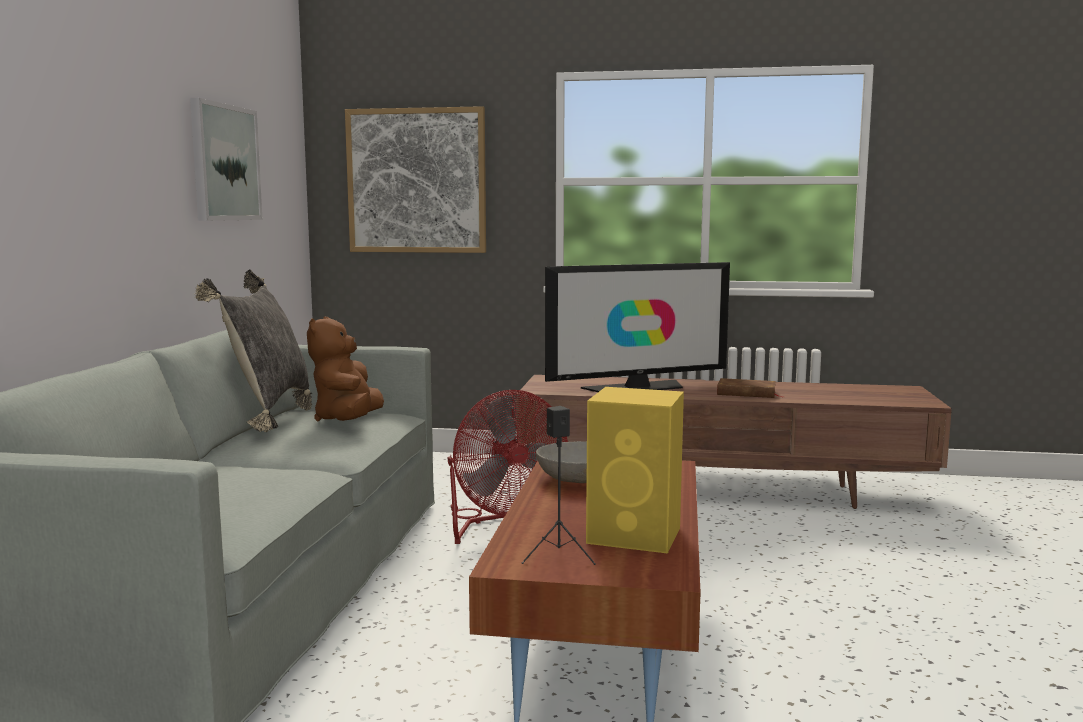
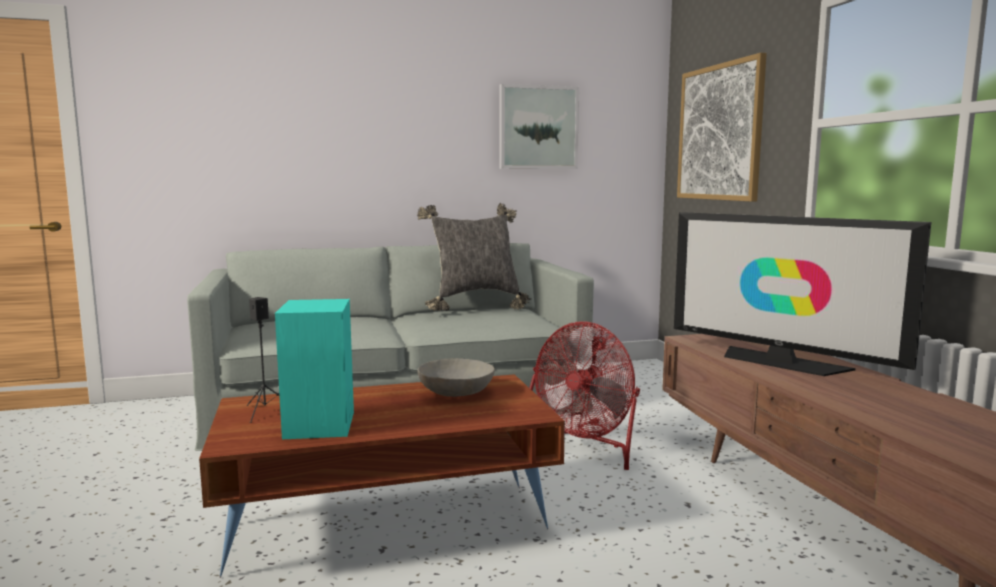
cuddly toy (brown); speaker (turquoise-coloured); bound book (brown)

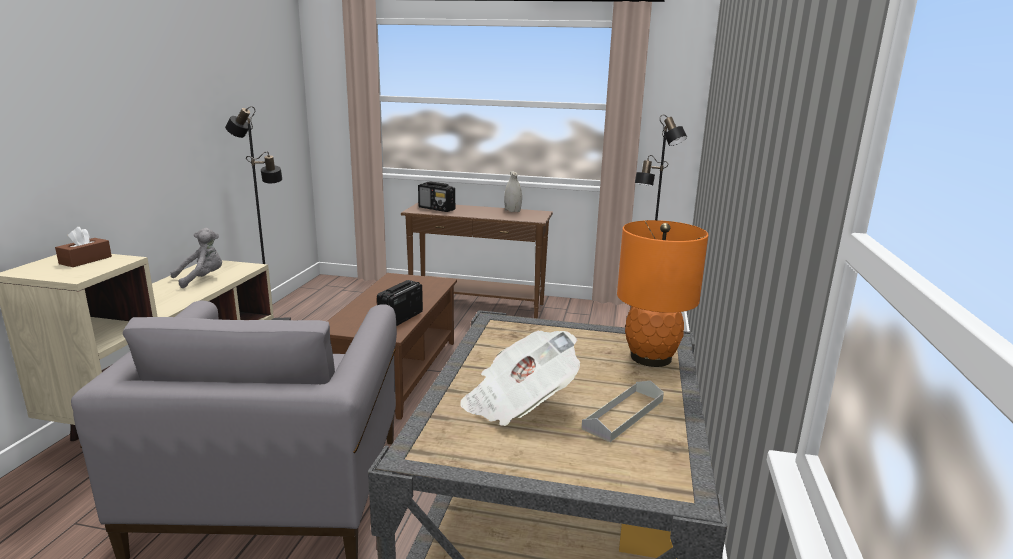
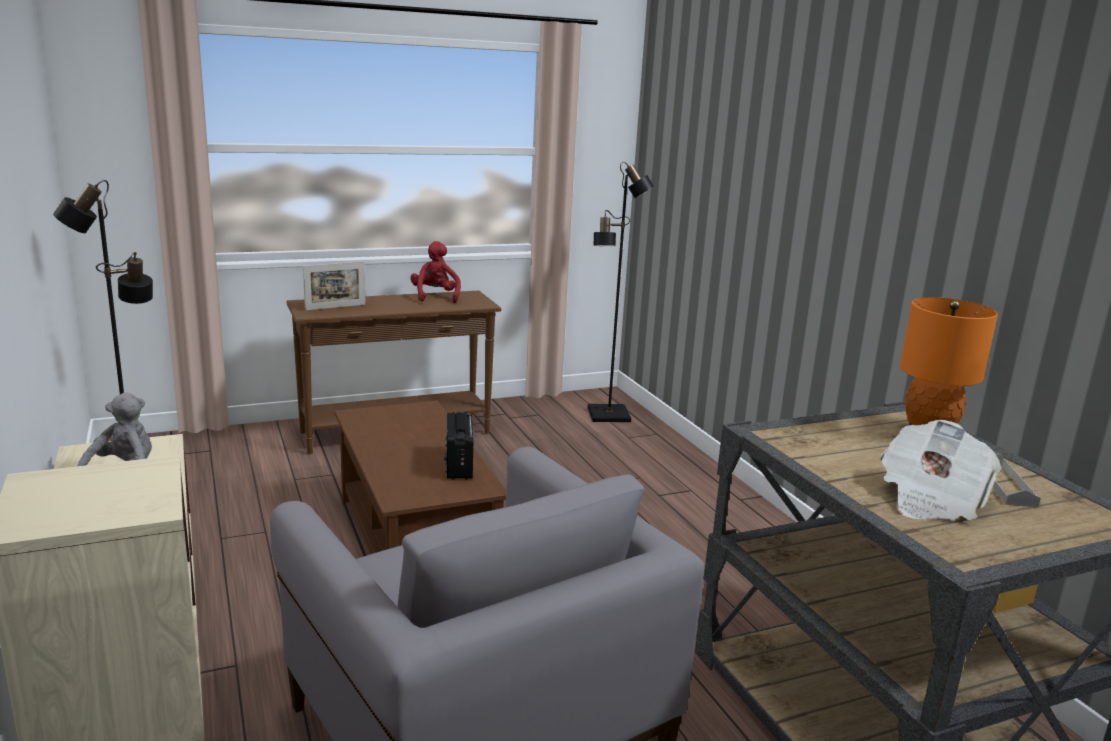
tissue box (brown); photo frame; cuddly toy (red-coloured)

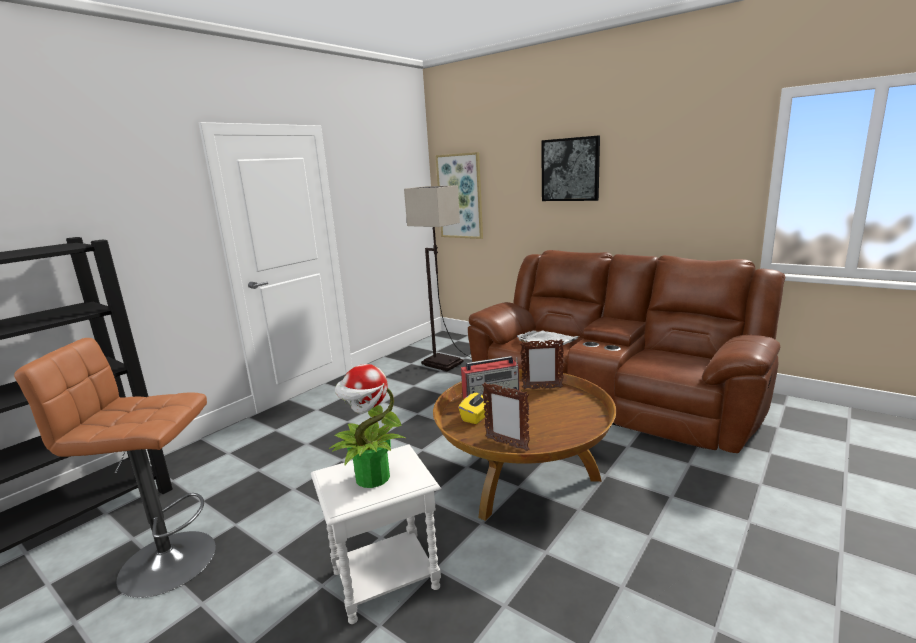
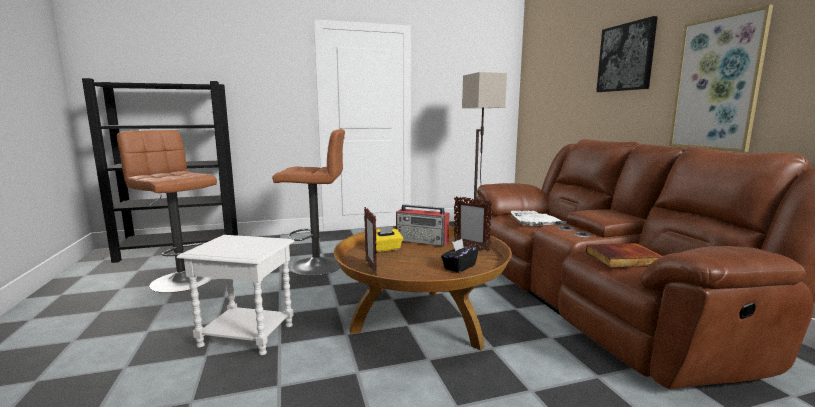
plant in a pot; picture (2nd from left); sitting stool (brown) (2nd from left); tissue box (blackish); bound book

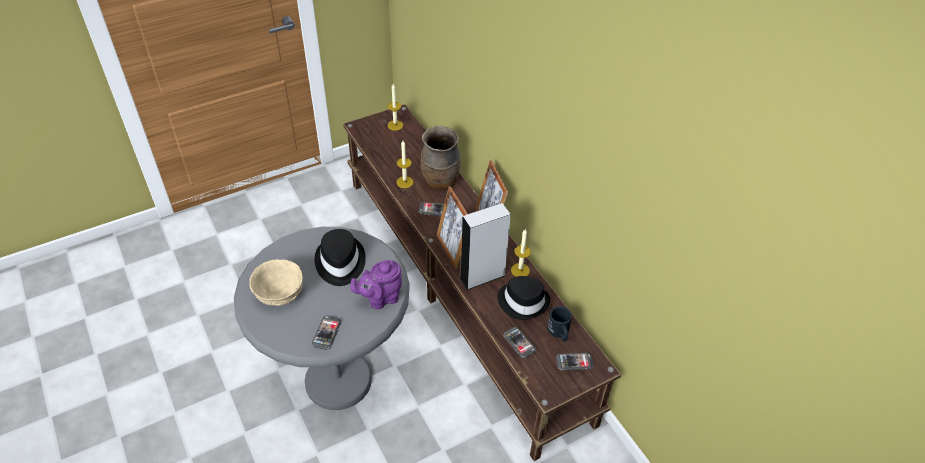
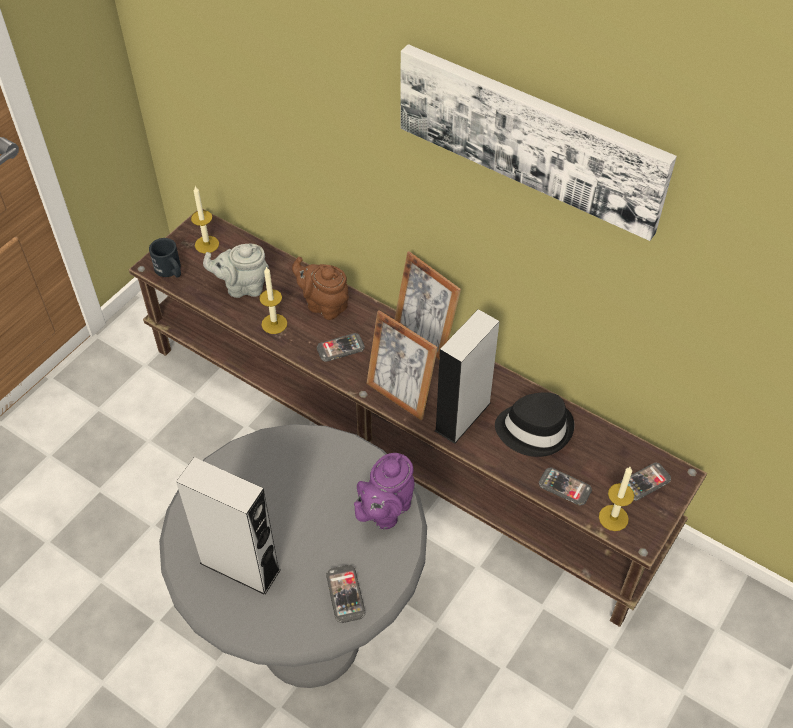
speaker (grey) (1st from left); hat (blackish) (1st from left in the first image); pot for tea (brown); candle (3rd from left); mug (blackish); pot for tea (grey); picture

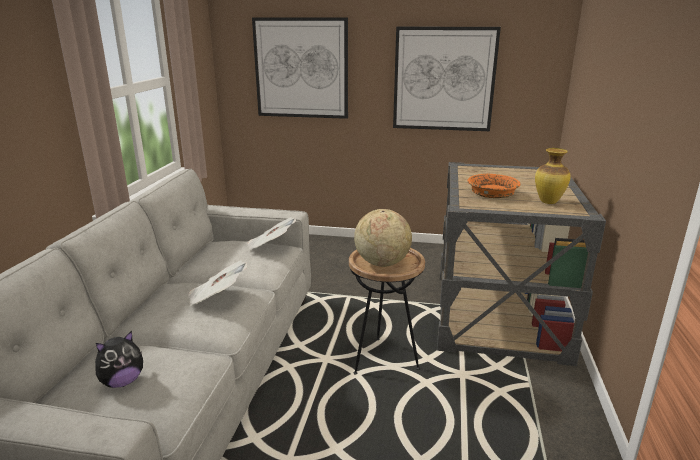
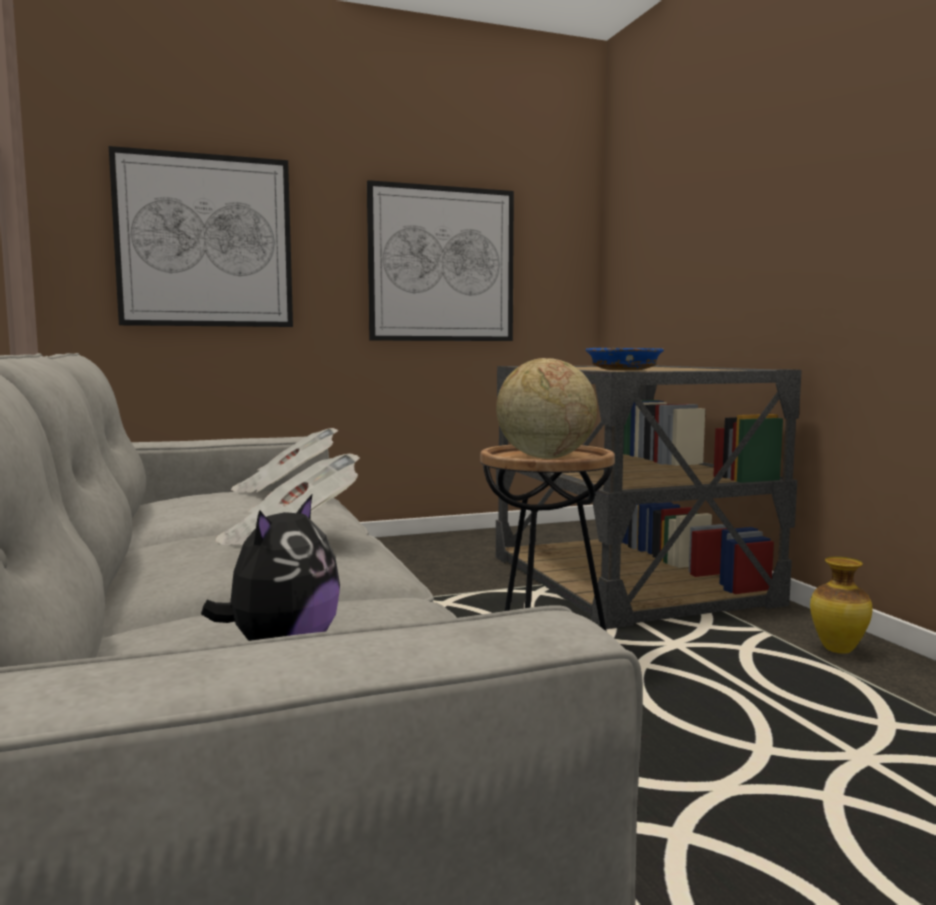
bowl (bluish); decorative vase

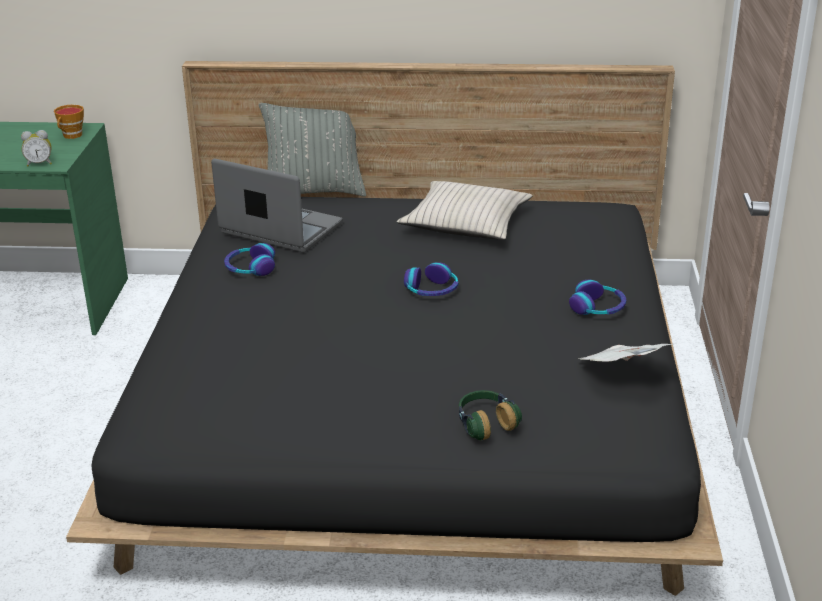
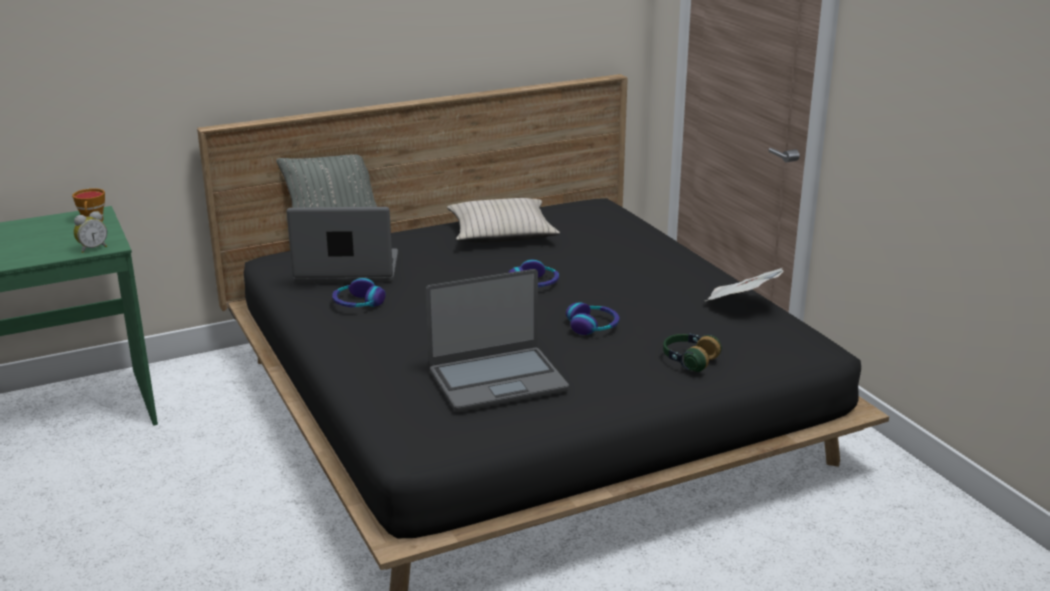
pair of headphones (3rd from left); portable computer (2nd from left)

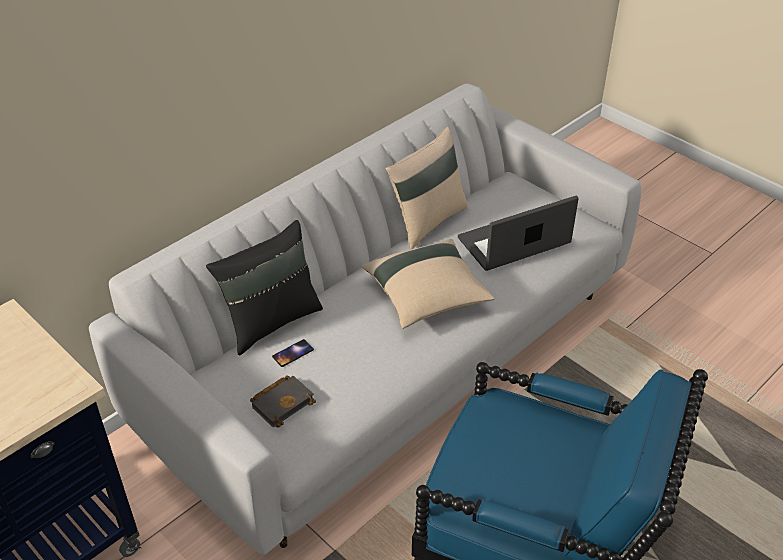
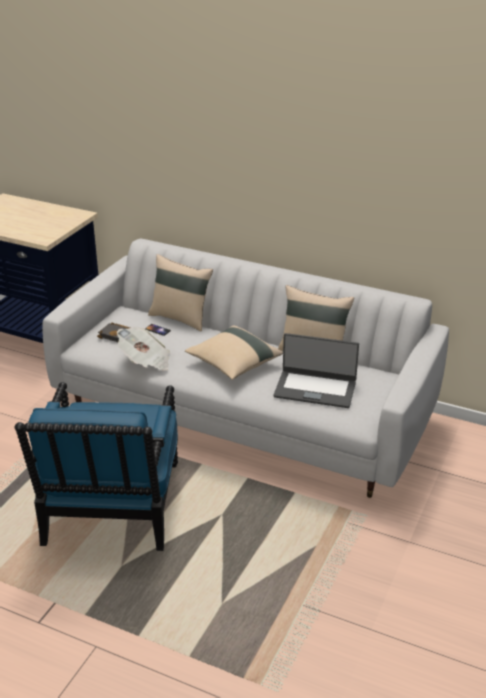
cushion (sand-coloured) (1st from left); portable computer; newspaper

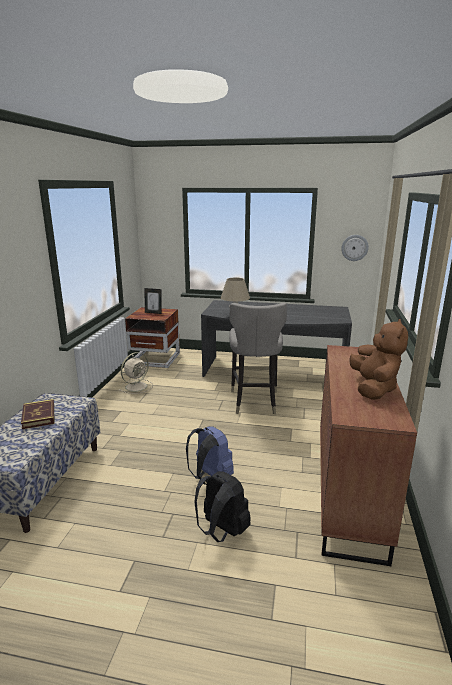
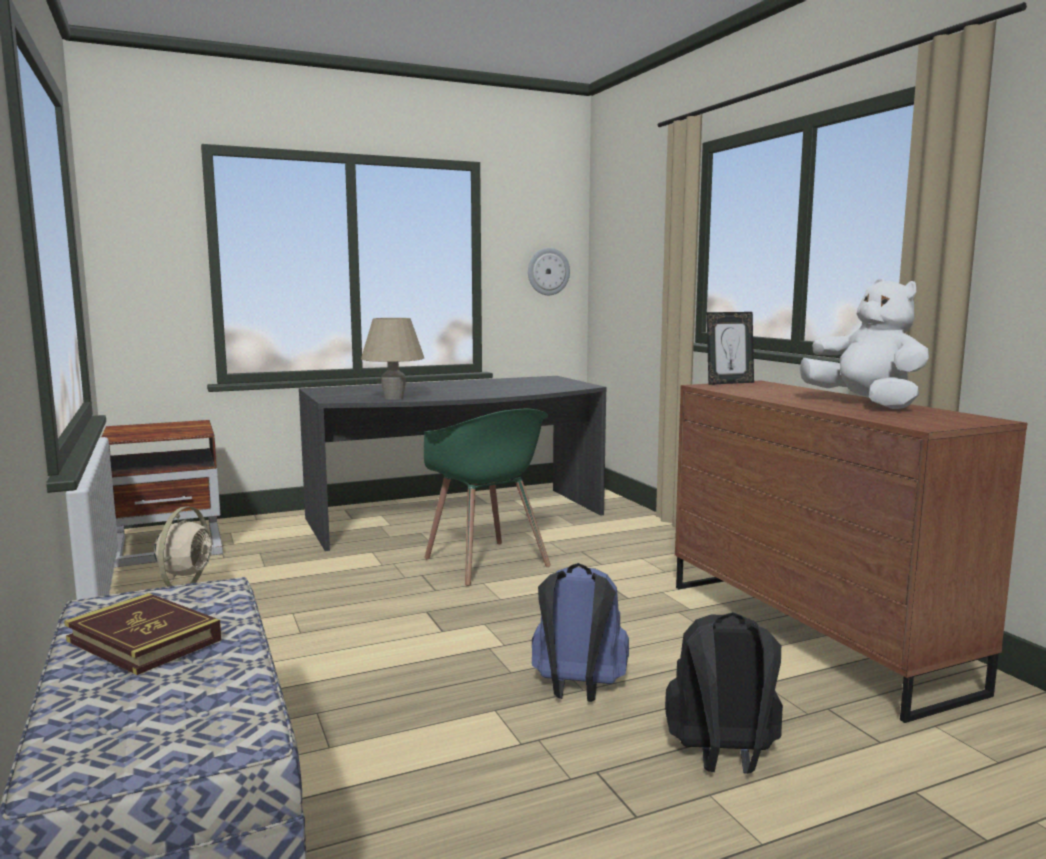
photo frame; plain chair (green-coloured); cuddly toy (white)

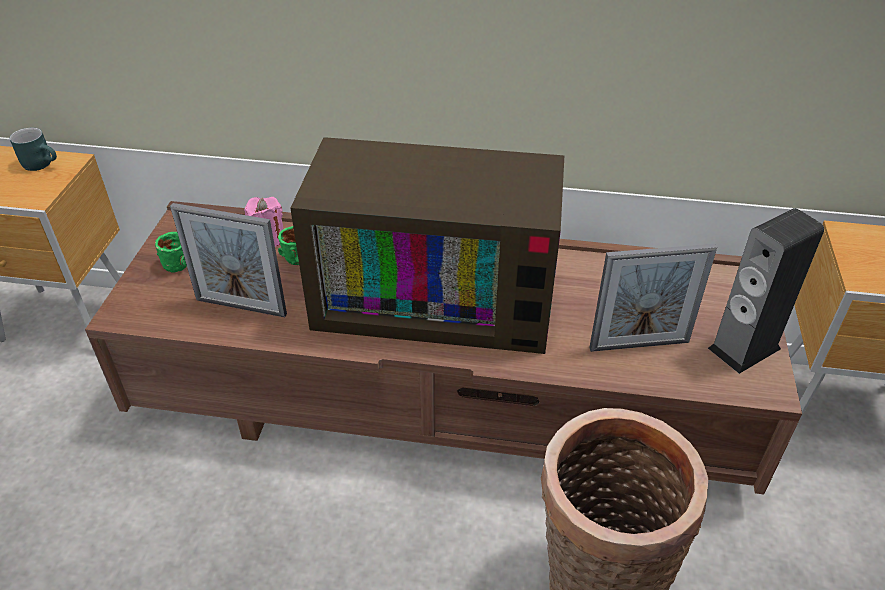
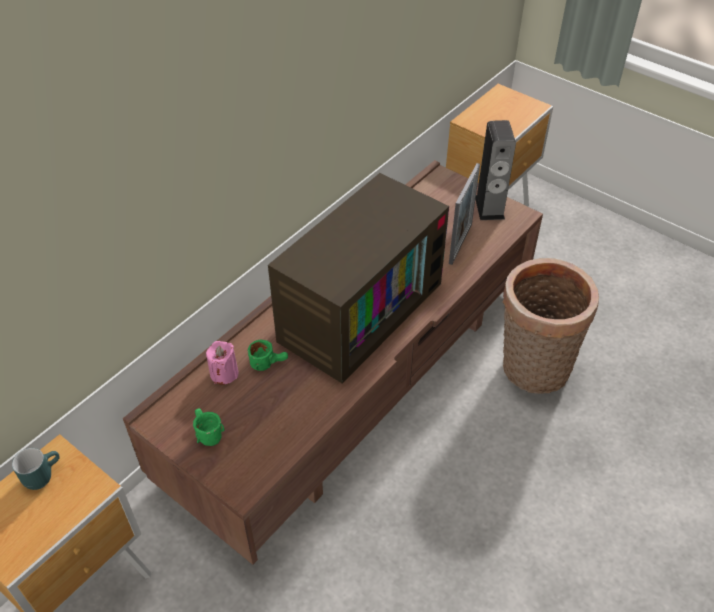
photo frame (1st from left in the first image)

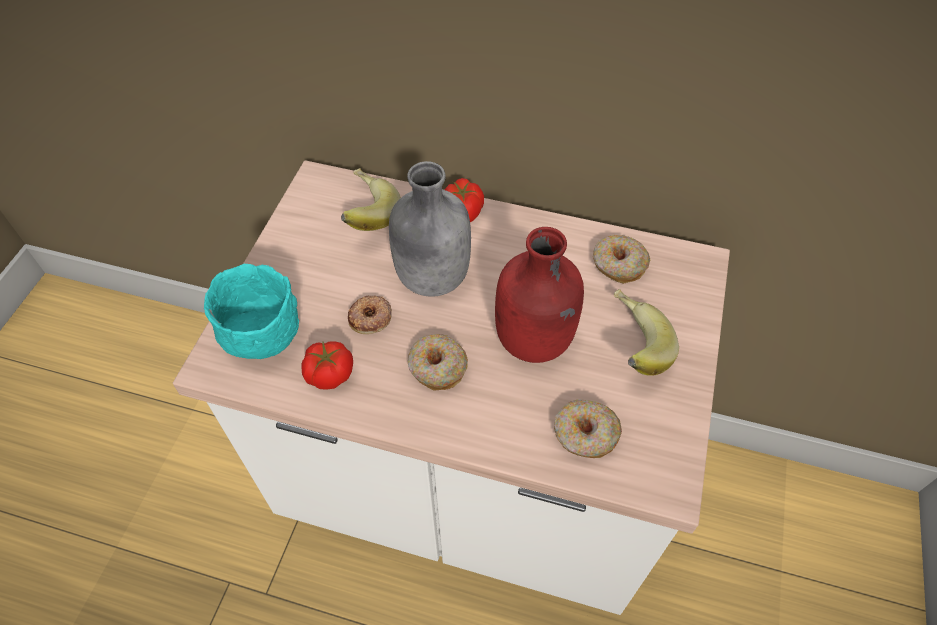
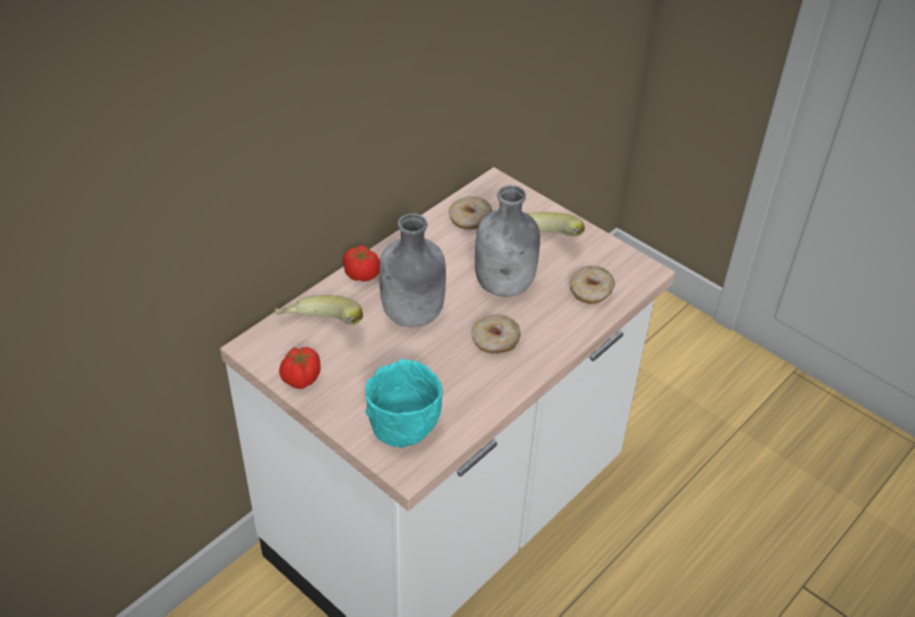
fresh tomato (1st from left); doughnut (1st from left in the first image); drink bottle (grey) (2nd from left)

